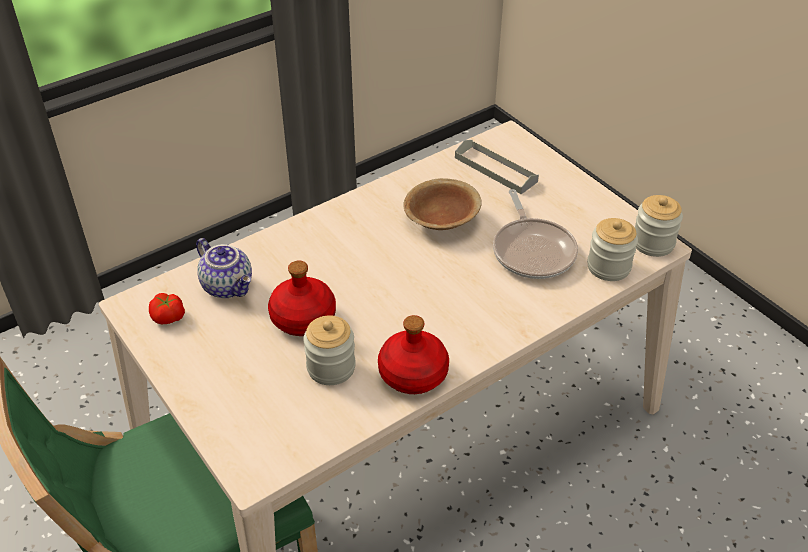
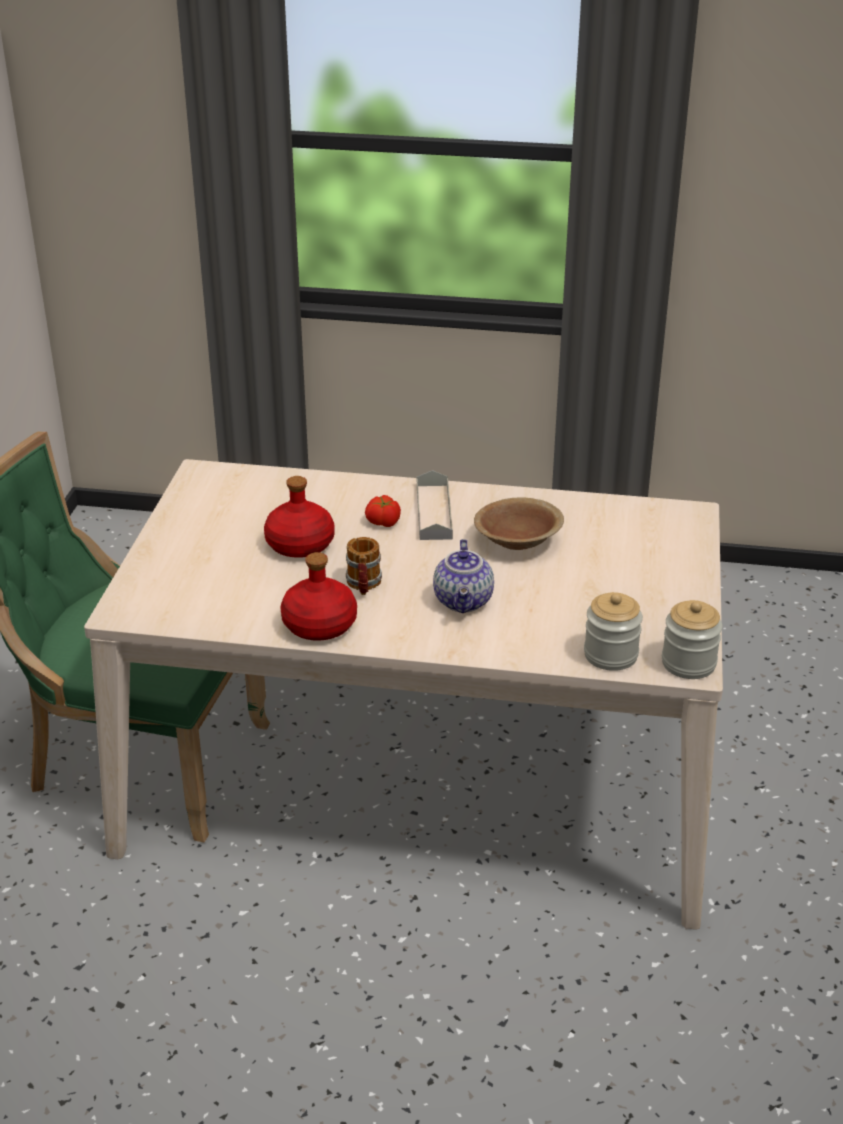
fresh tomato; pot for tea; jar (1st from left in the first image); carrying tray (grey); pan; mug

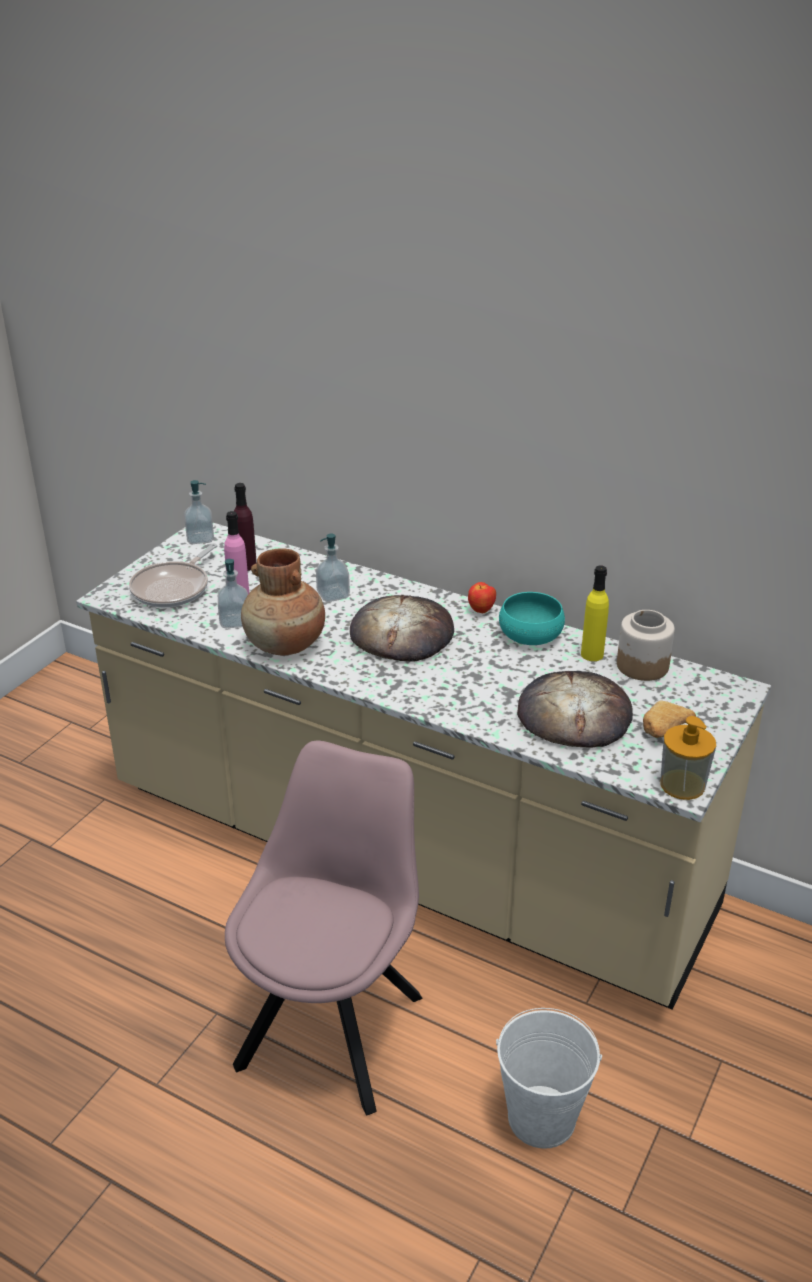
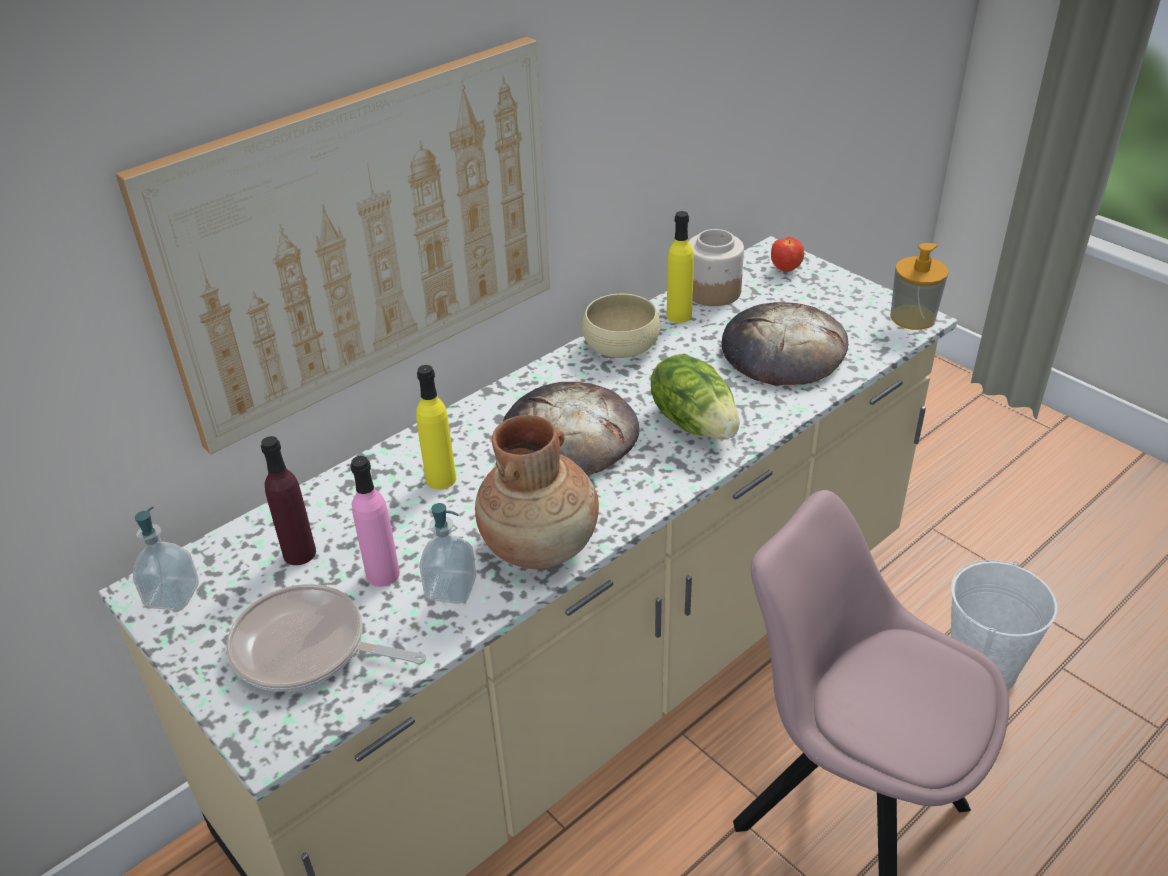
pan; drink bottle (yellow) (1st from left); apple; bowl (sand-coloured); bakery bread (3rd from left in the first image); picture; lettuce head

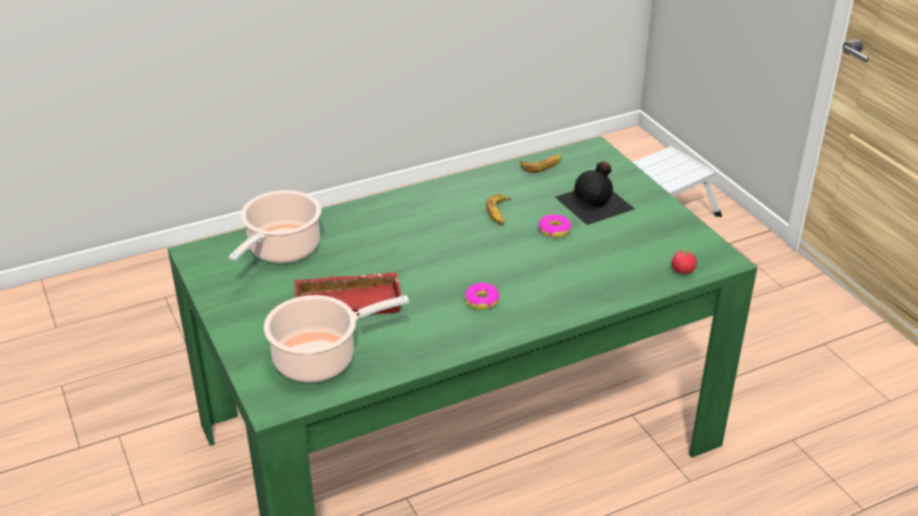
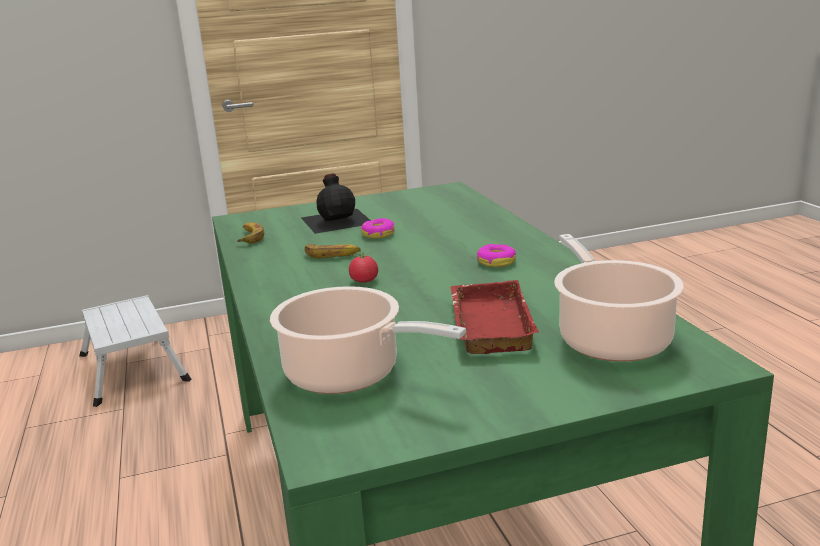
fresh tomato

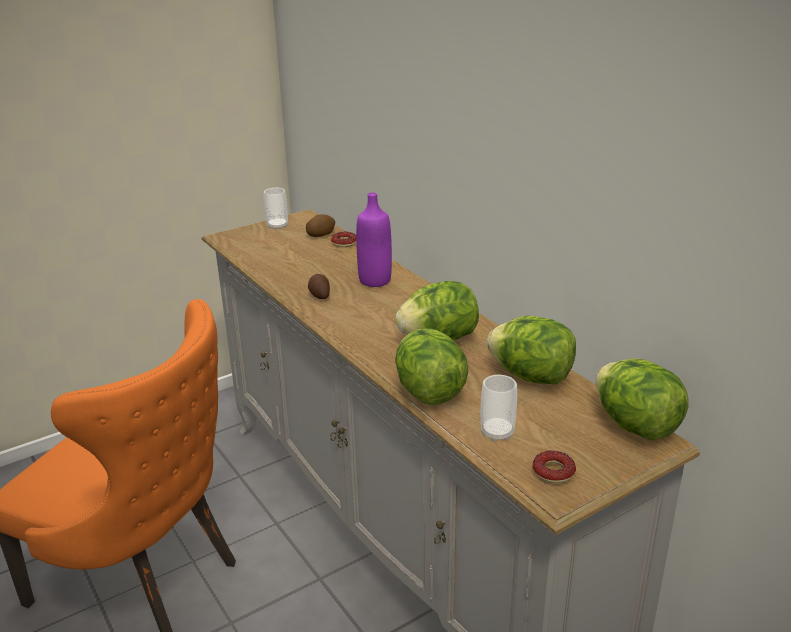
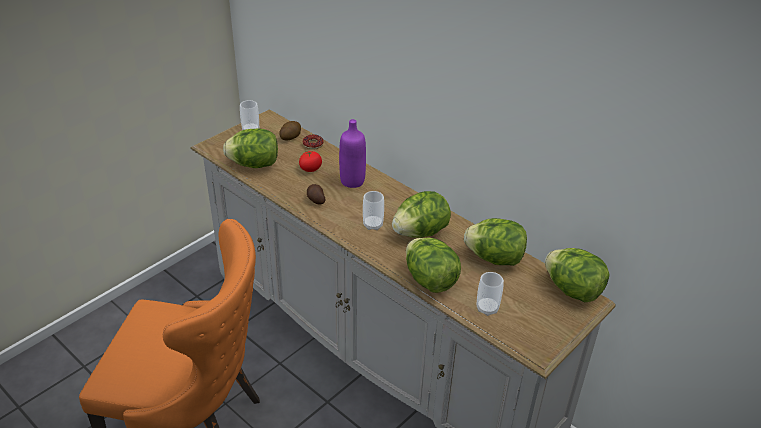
doughnut (2nd from left in the first image); lettuce head (1st from left); fresh tomato; small cup (2nd from left)

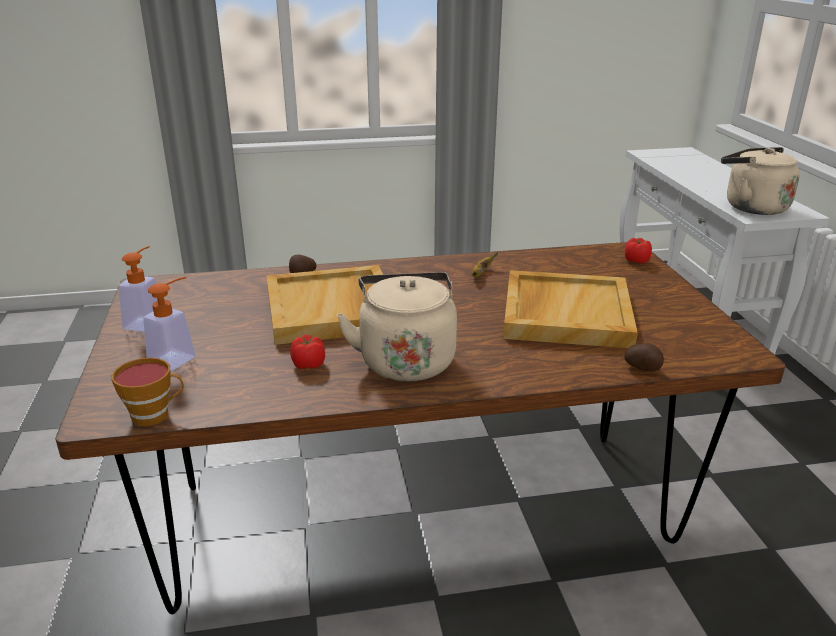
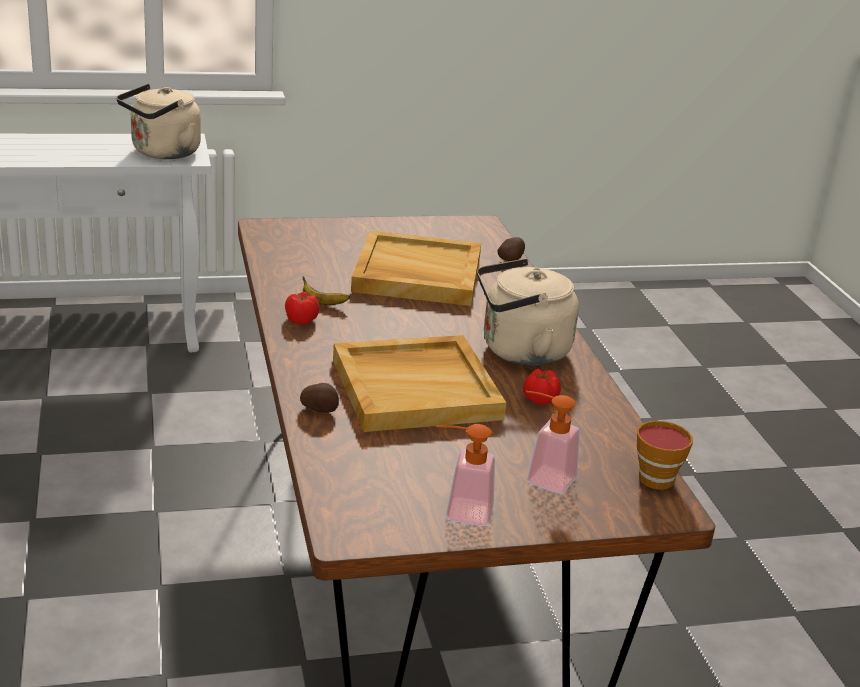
fresh tomato (1st from left)

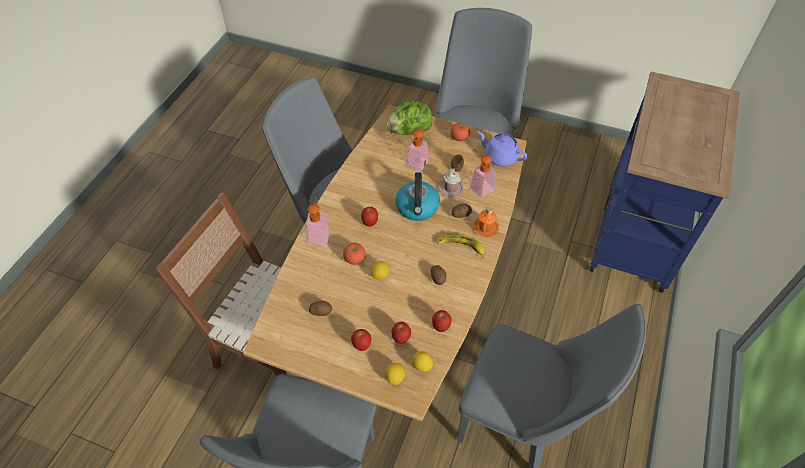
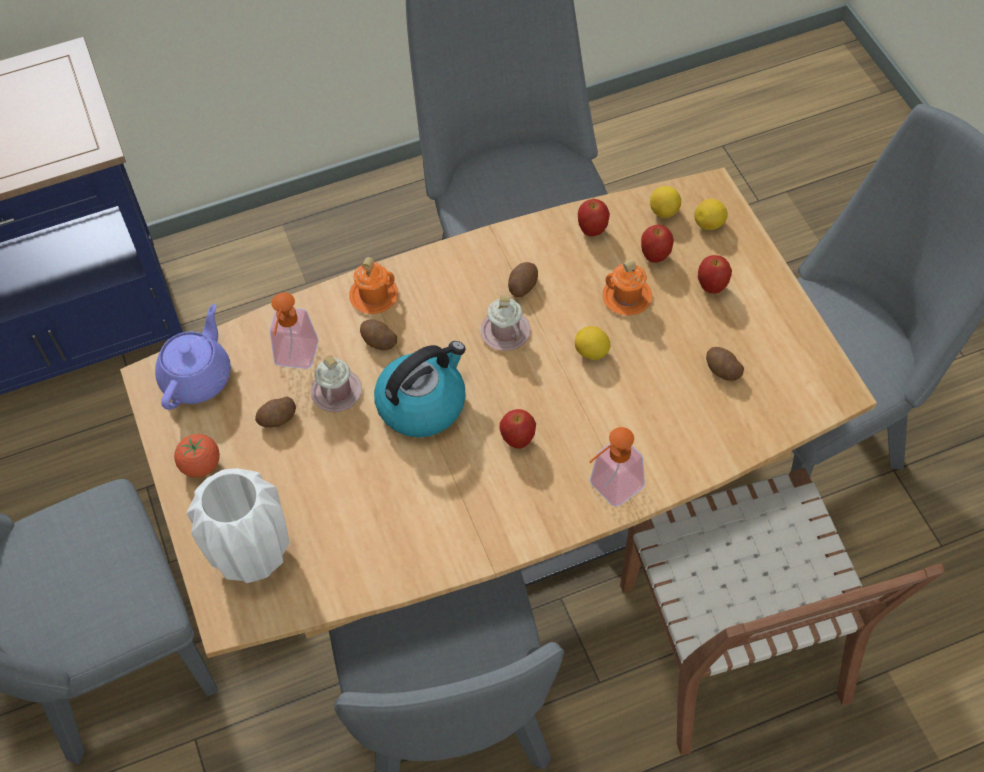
fresh tomato (1st from left in the first image); decorative vase (white); soap bottle (2nd from left in the first image); whole banana; pot for tea (purple-coloured); mug (pink) (2nd from left); mug (orange-coloured) (2nd from left)

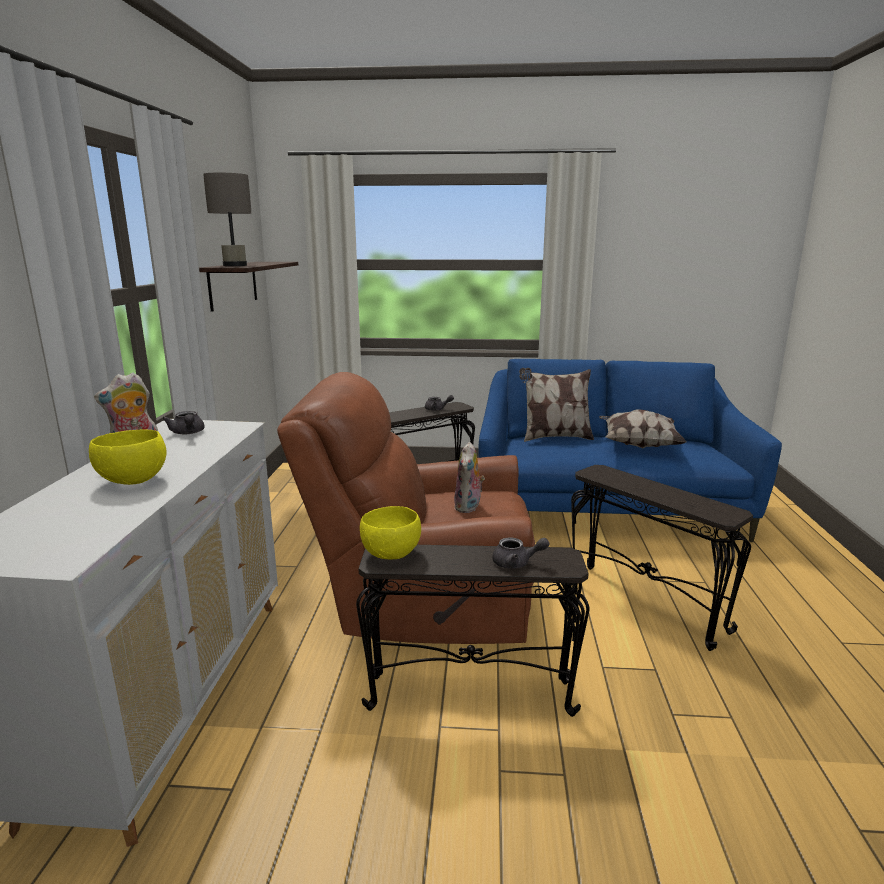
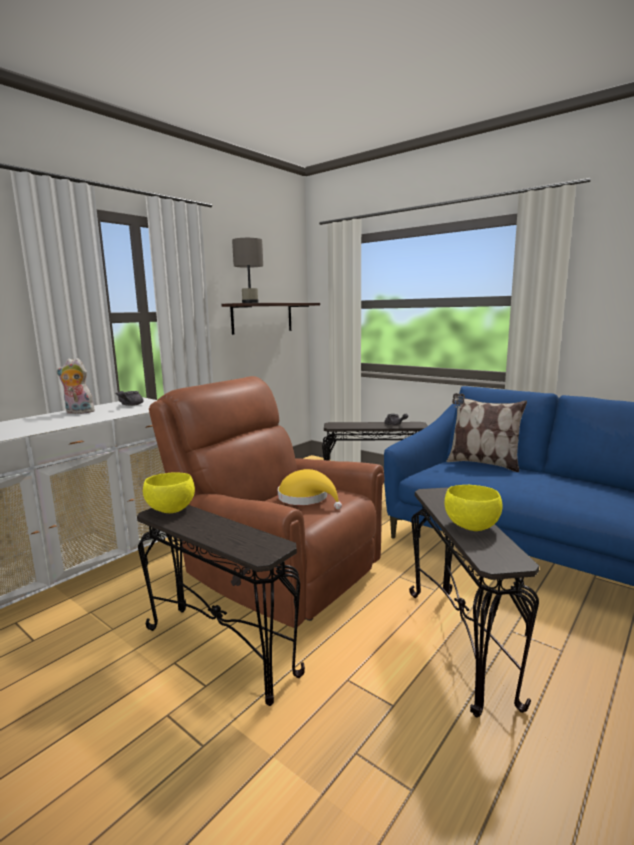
bowl (yellow) (2nd from left); hat (yellow); pot for tea (grey) (3rd from left in the first image); cushion (2nd from left in the first image)

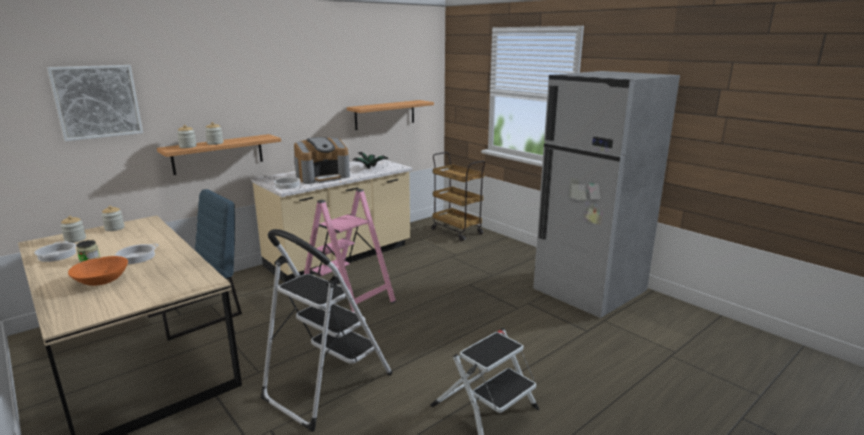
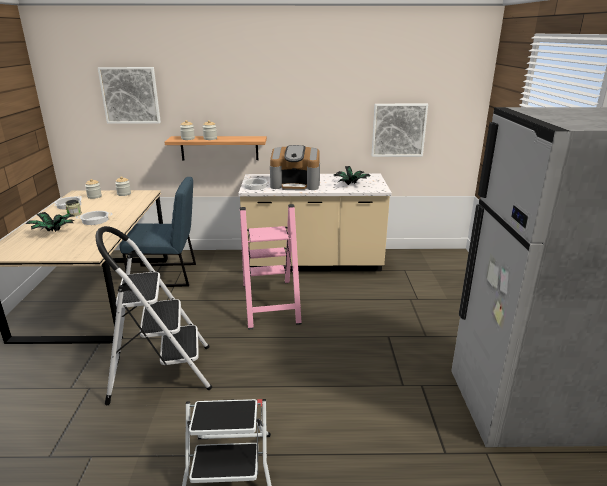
plant in a pot (1st from left); picture (2nd from left); wheeled cart (brown)

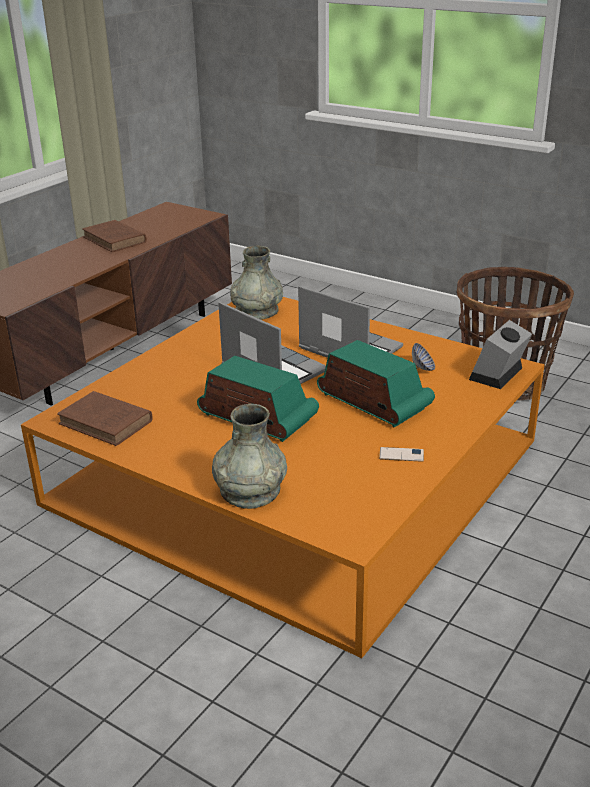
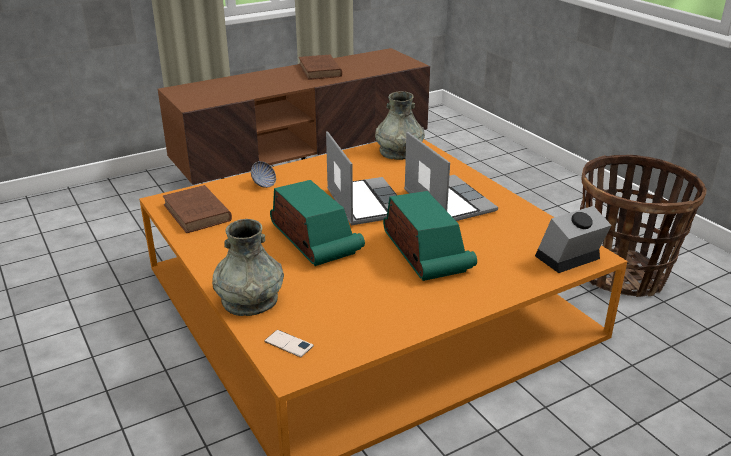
telephone; bowl

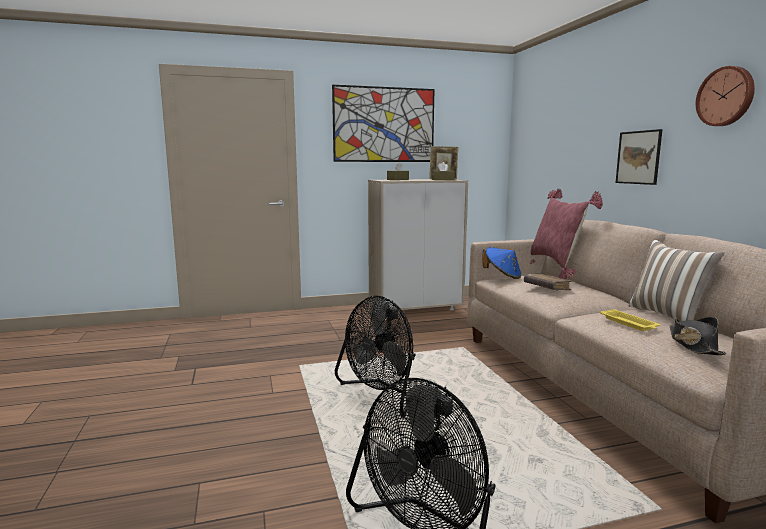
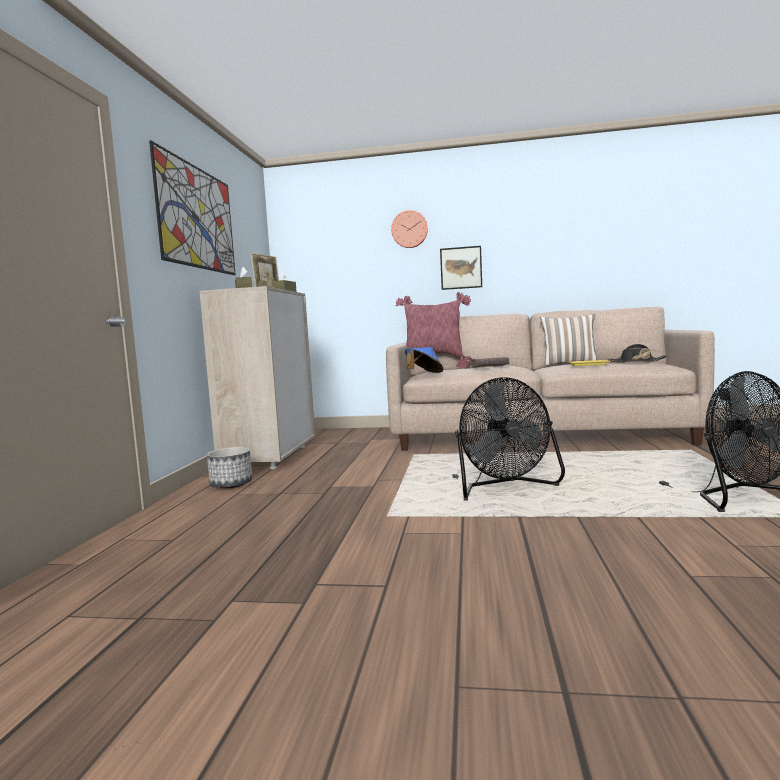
wall clock; plant pot

